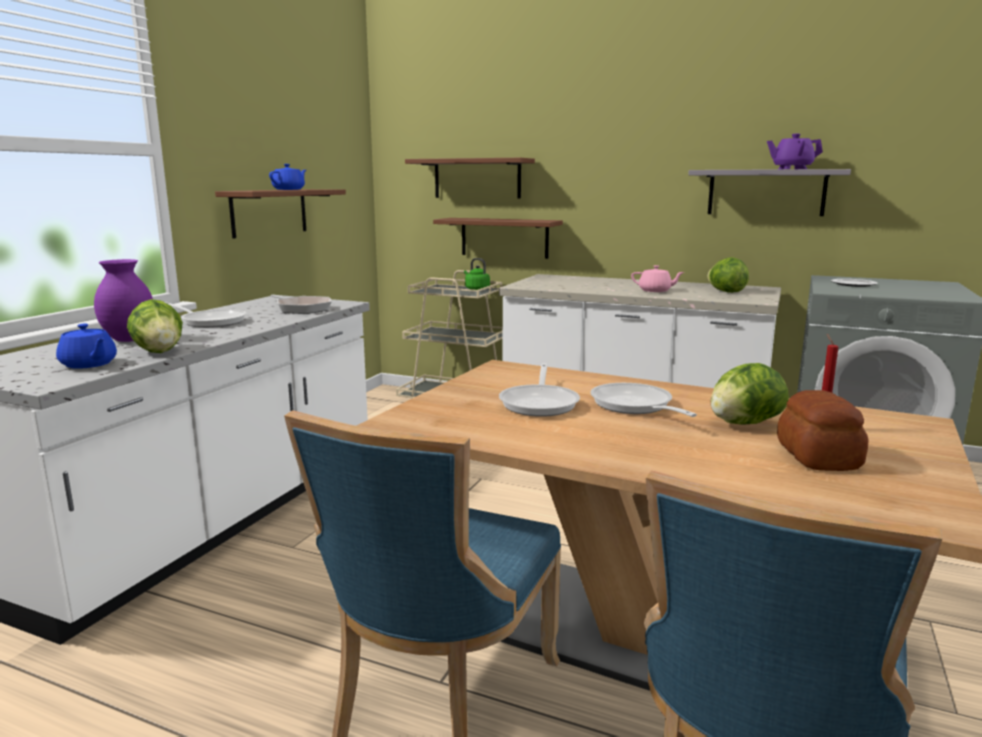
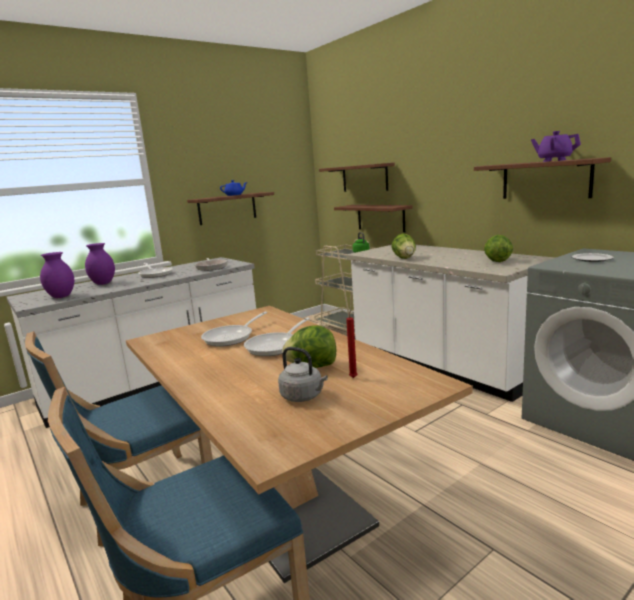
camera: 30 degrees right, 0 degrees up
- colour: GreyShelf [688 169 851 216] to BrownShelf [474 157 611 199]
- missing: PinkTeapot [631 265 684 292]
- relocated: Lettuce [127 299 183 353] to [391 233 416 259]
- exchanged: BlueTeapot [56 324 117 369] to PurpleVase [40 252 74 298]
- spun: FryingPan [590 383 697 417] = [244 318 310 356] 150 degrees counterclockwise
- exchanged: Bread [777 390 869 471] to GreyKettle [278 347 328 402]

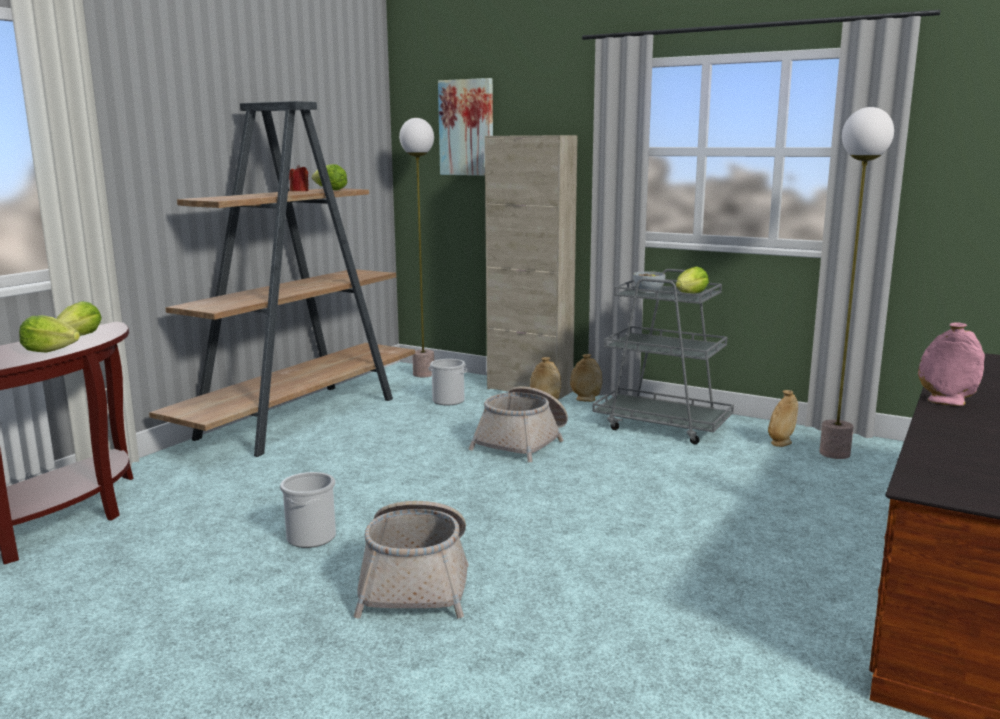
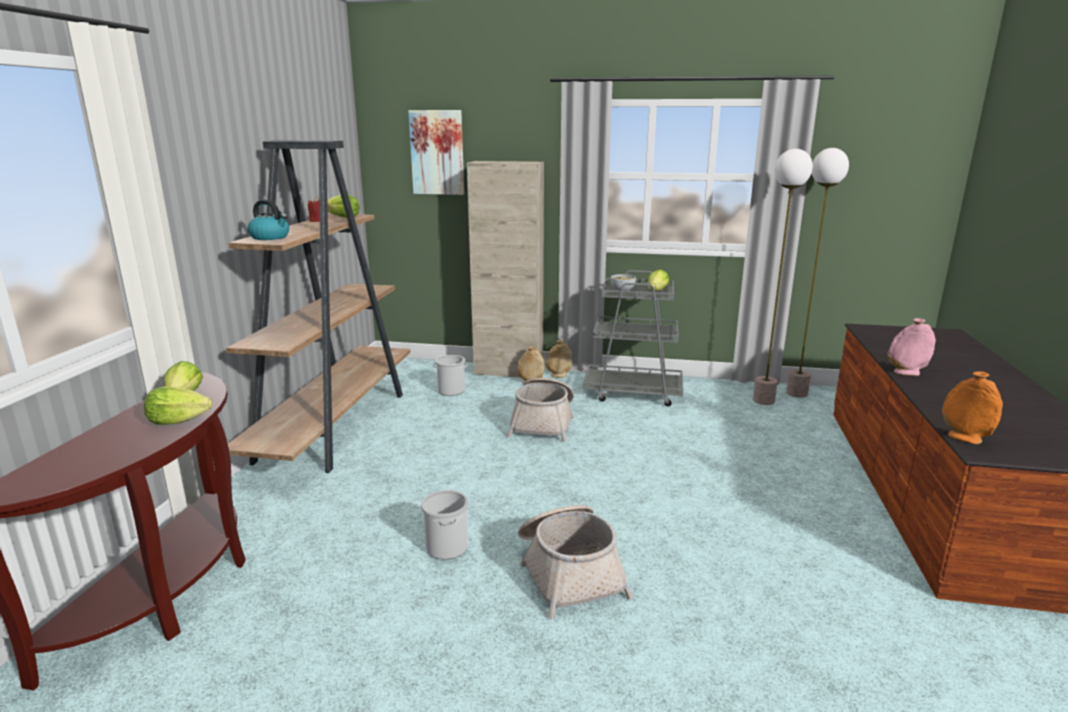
camera: 20 degrees left, 5 degrees up
- relocated: FloorLamp [399 118 434 377] to [786 148 849 397]
- missing: BeigeVase [768 390 798 447]
- appeared: Kettle [247 200 289 240]
- appeared: OrangeVase [942 371 1003 444]

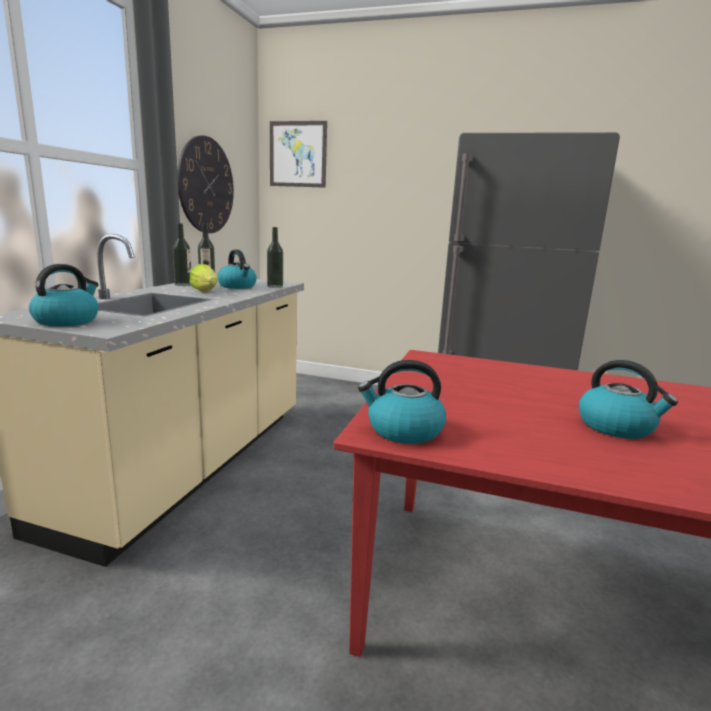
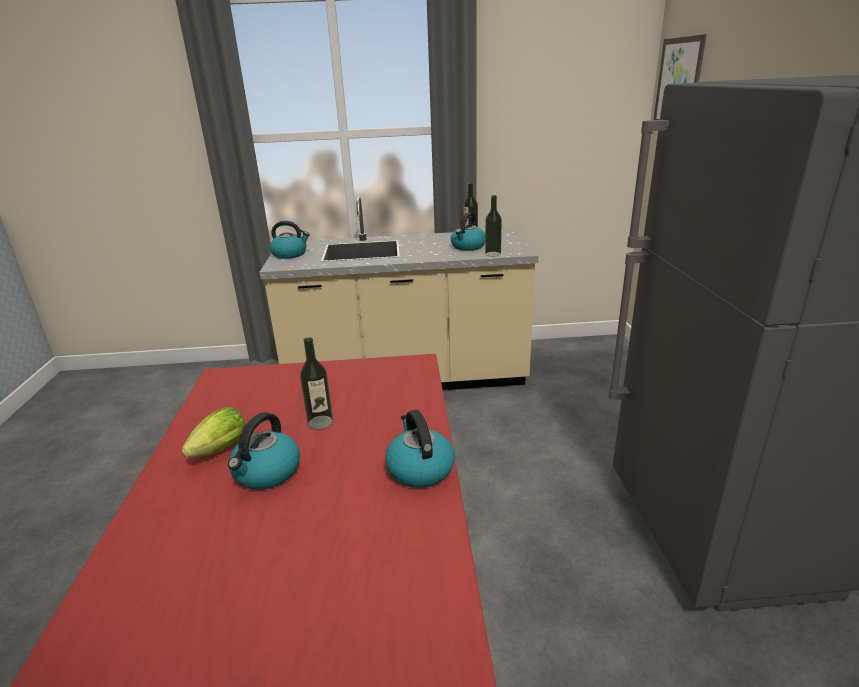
camera: 70 degrees right, 10 degrees up
- missing: WallClock [177 136 234 233]
- relocated: Bottle [173 223 191 286] to [300 337 333 430]
- relocated: Lettuce [190 264 218 291] to [182 407 246 458]
- relocated: Kettle [358 360 446 444] to [385 410 455 488]

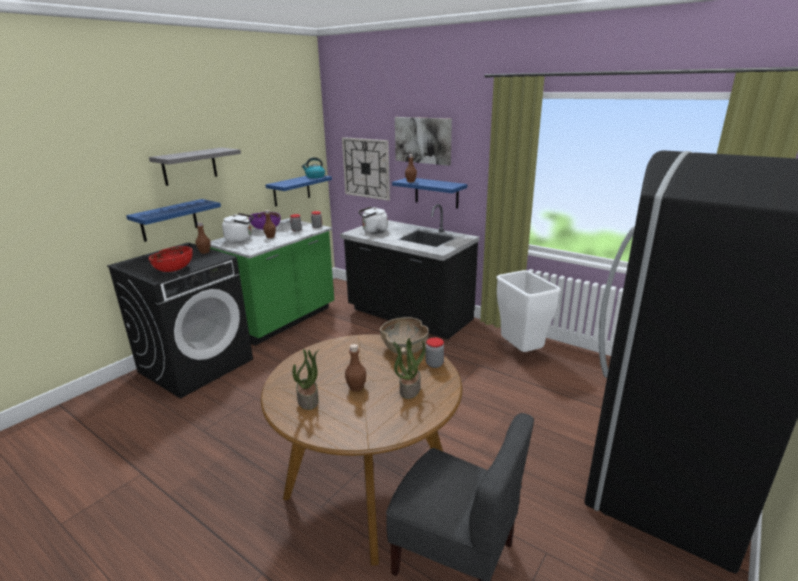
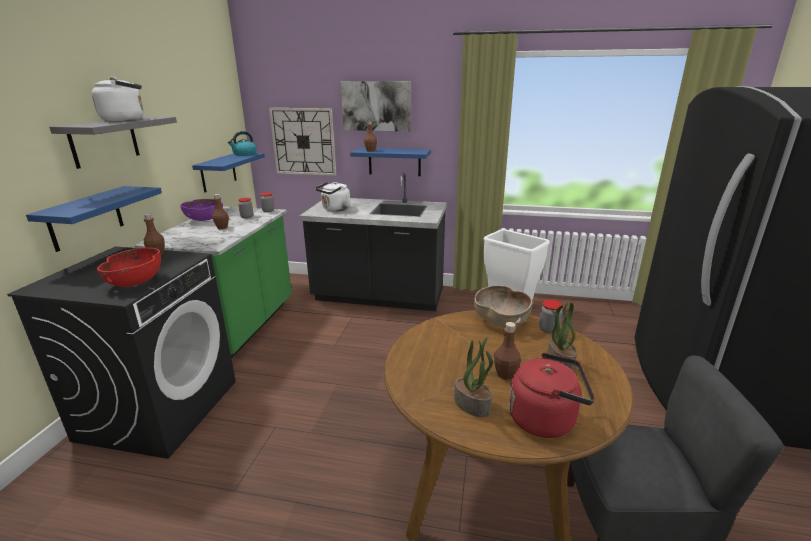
camera: 25 degrees left, 0 degrees up
- relocated: WhiteKettle [222 213 254 243] to [92 77 144 121]
- appeared: RedKettle [509 353 595 438]

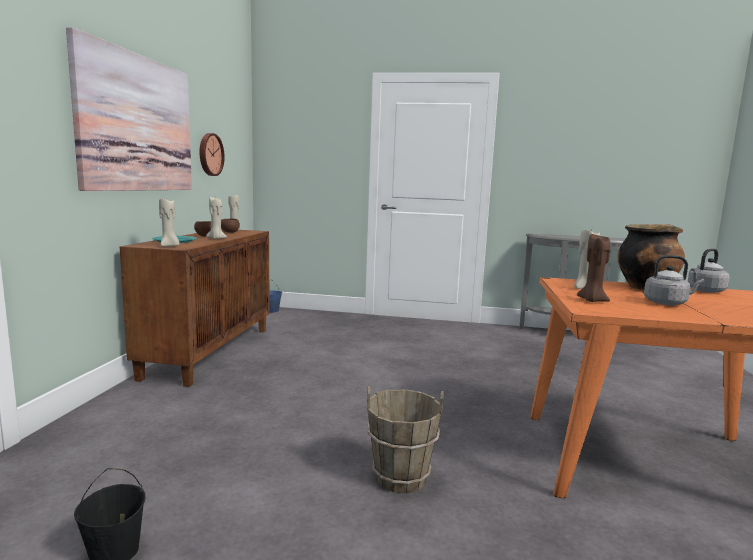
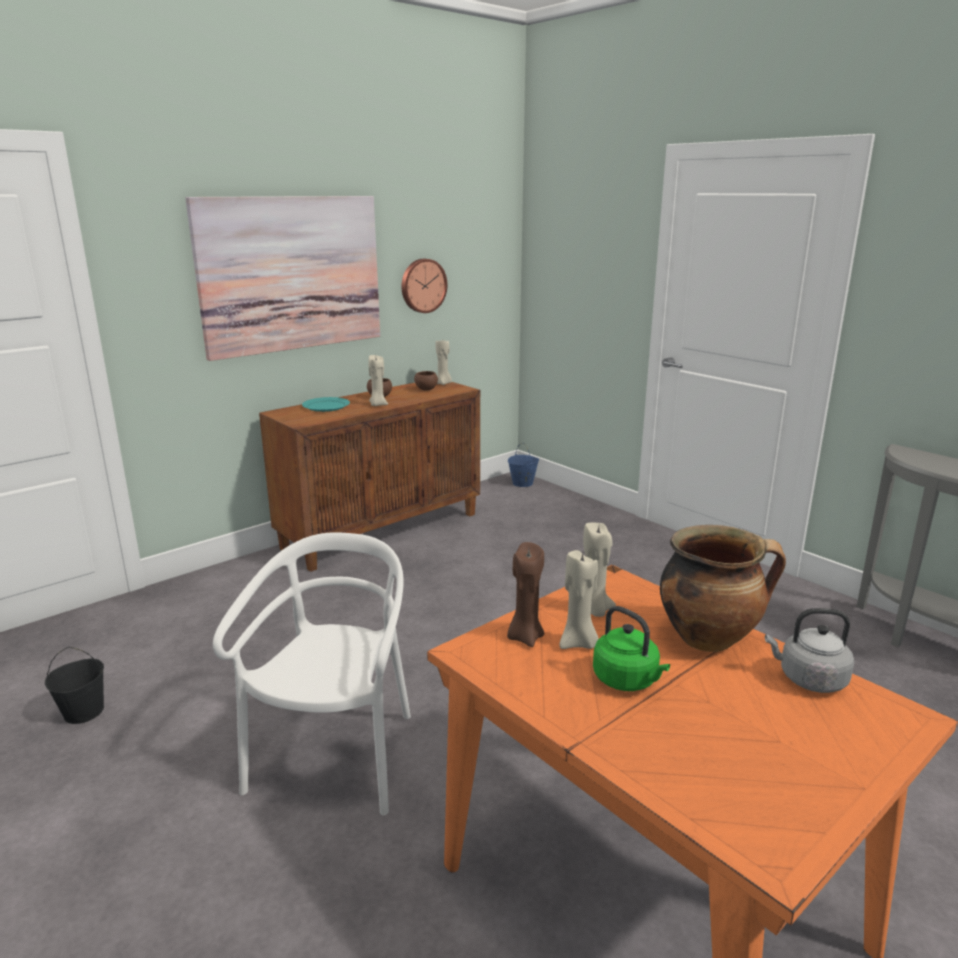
camera: 40 degrees right, 10 degrees up
- relocated: BeigeCandle [159 198 180 246] to [560 550 599 649]
- colour: GreyKettle [644 255 704 305] to GreenKettle [593 606 670 691]
- exchanged: BrownBucket [367 386 444 493] to WhiteChair [213 532 411 816]

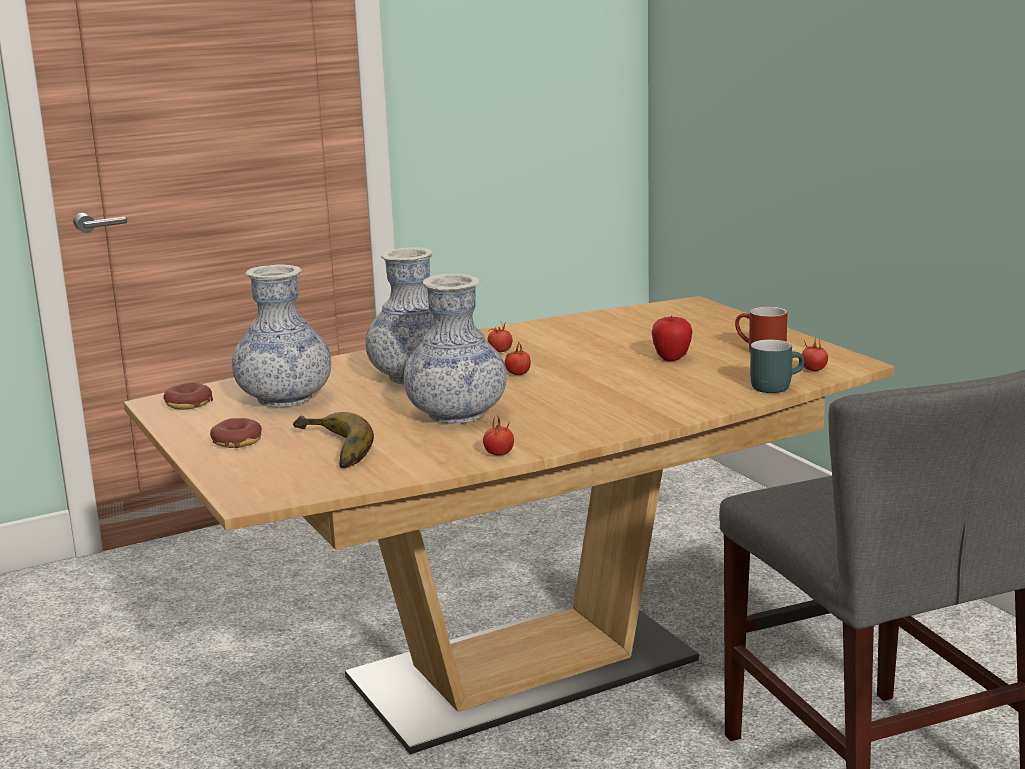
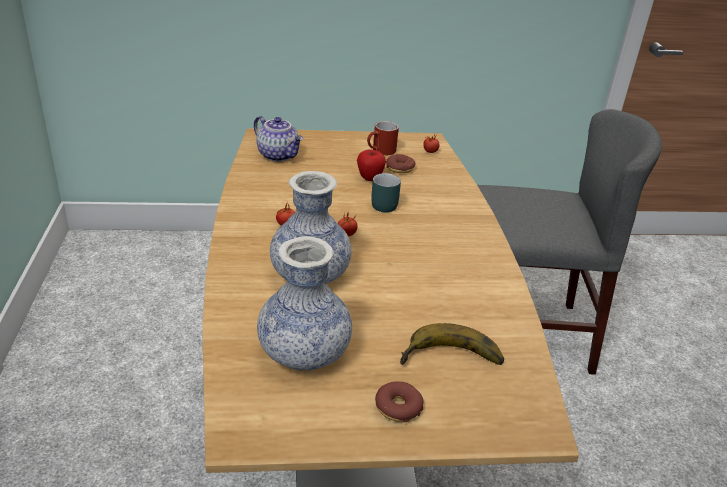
camera: 70 degrees left, 15 degrees up
- missing: Vase [404 273 507 424]
- relocated: TurquoiseMug [750 339 804 393] to [371 173 401 212]
- relocated: Donut [163 382 213 410] to [386 154 415 173]
- missing: Tomato [483 417 514 456]
- appeared: Teapot [254 116 303 162]

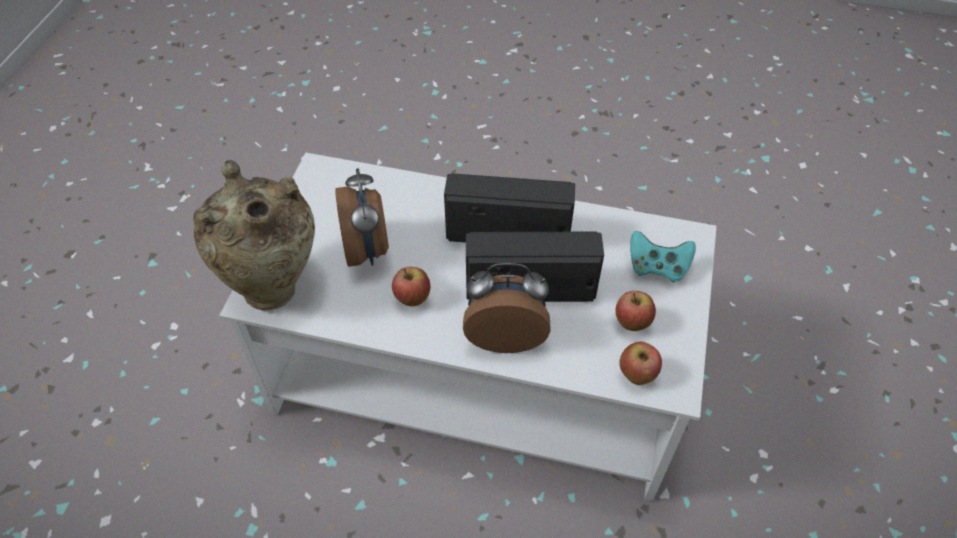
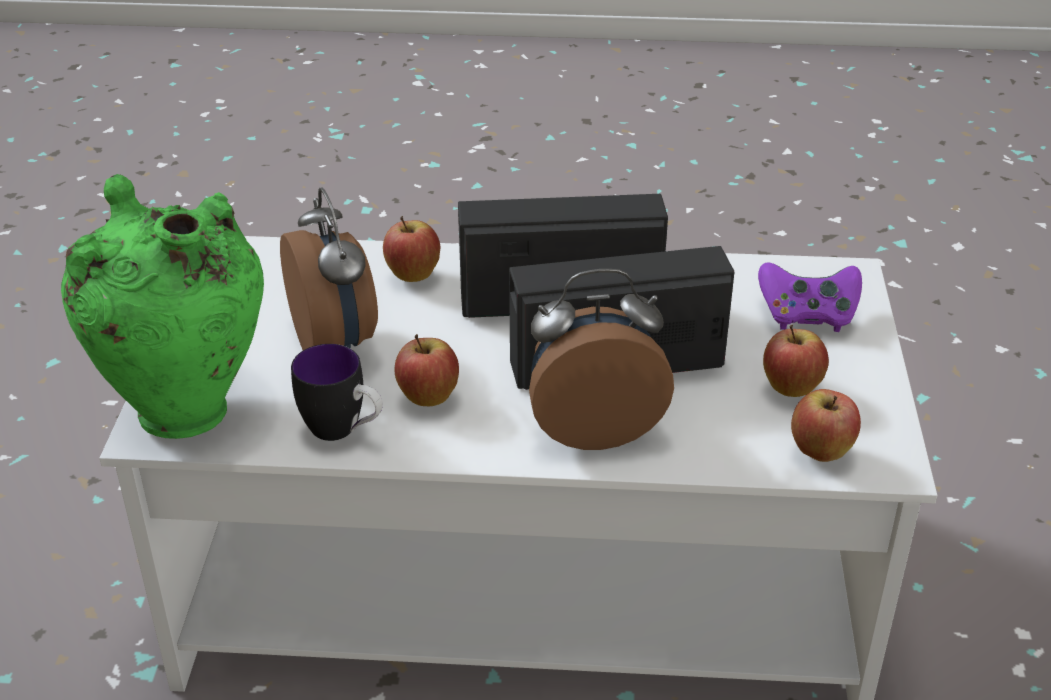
camera: 10 degrees left, 15 degrees down
- colour: BeigeVase [193 160 315 310] to GreenVase [61 174 264 439]
- colour: TurquoiseGameController [630 231 696 283] to PurpleGameController [758 262 862 332]
- appeared: Apple [383 216 441 282]
- appeared: Mug [291 344 383 441]

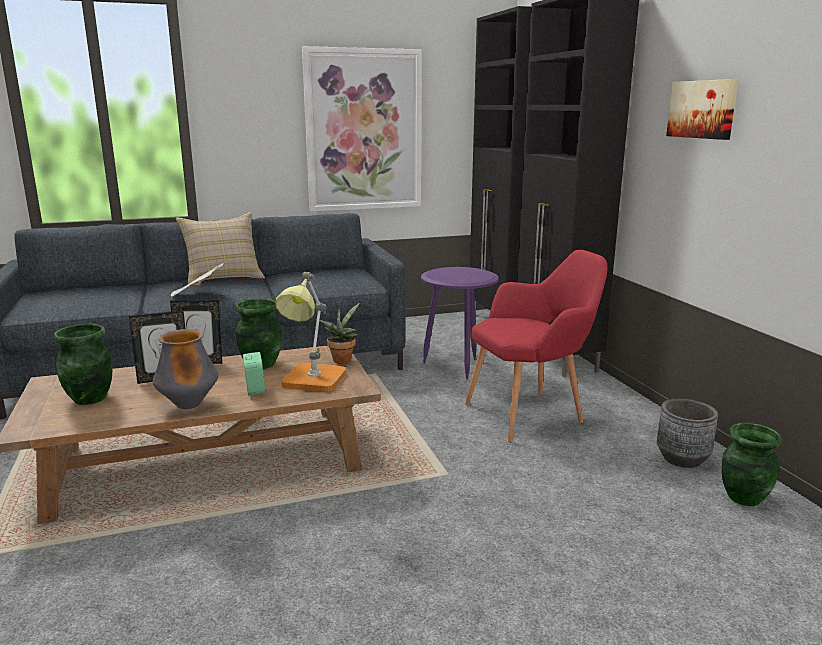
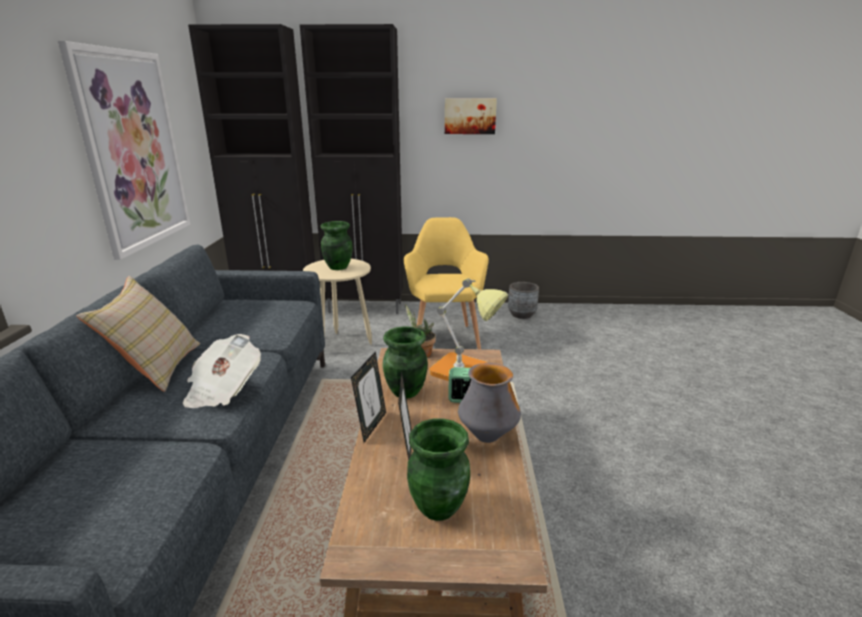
camera: 70 degrees left, 5 degrees up
- colour: RedArmchair [465 250 607 443] to YellowArmchair [404 217 489 349]
- colour: PurpleSideTable [421 267 498 380] to BeigeSideTable [303 259 372 345]
- relocated: GreenVase [722 423 782 506] to [320 221 353 270]

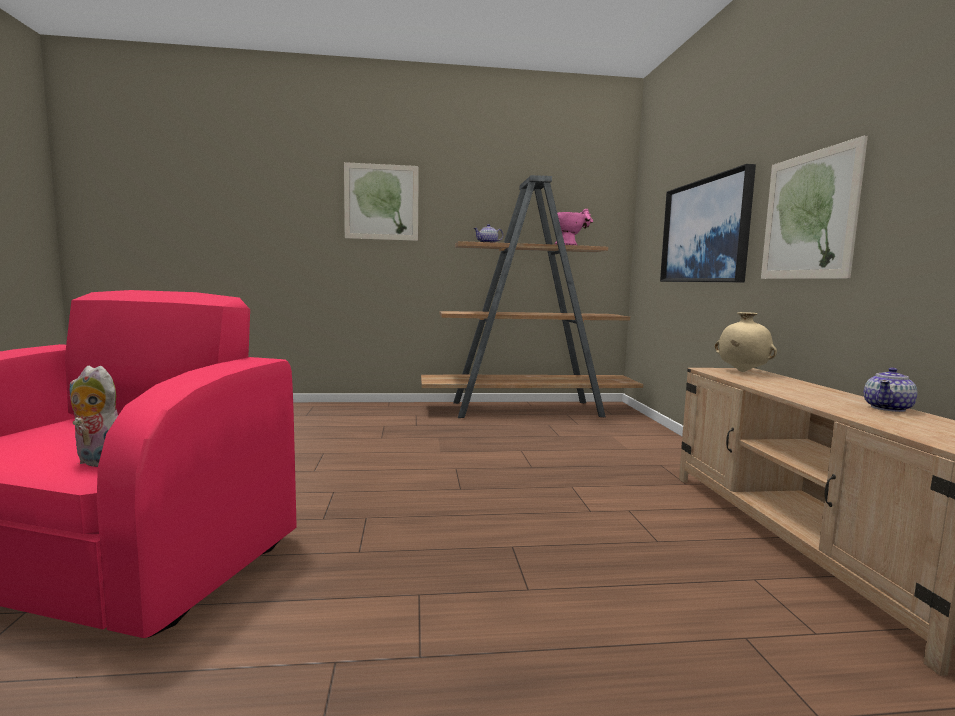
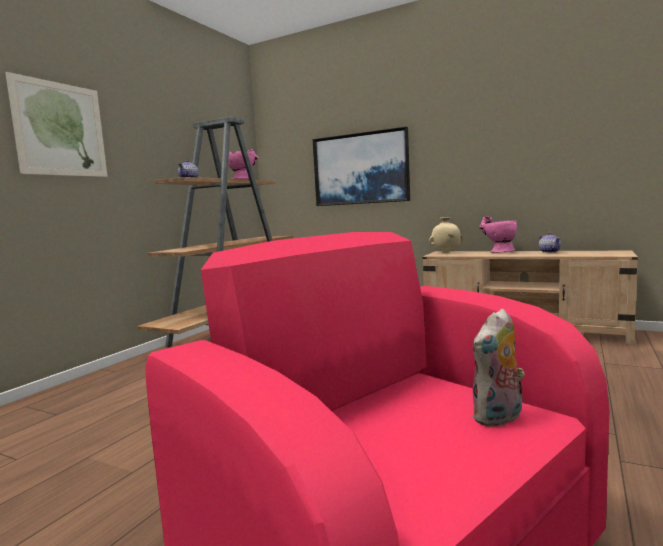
camera: 55 degrees left, 0 degrees up
- missing: Picture [761 135 868 279]
- appeared: PinkVase [479 216 517 253]

